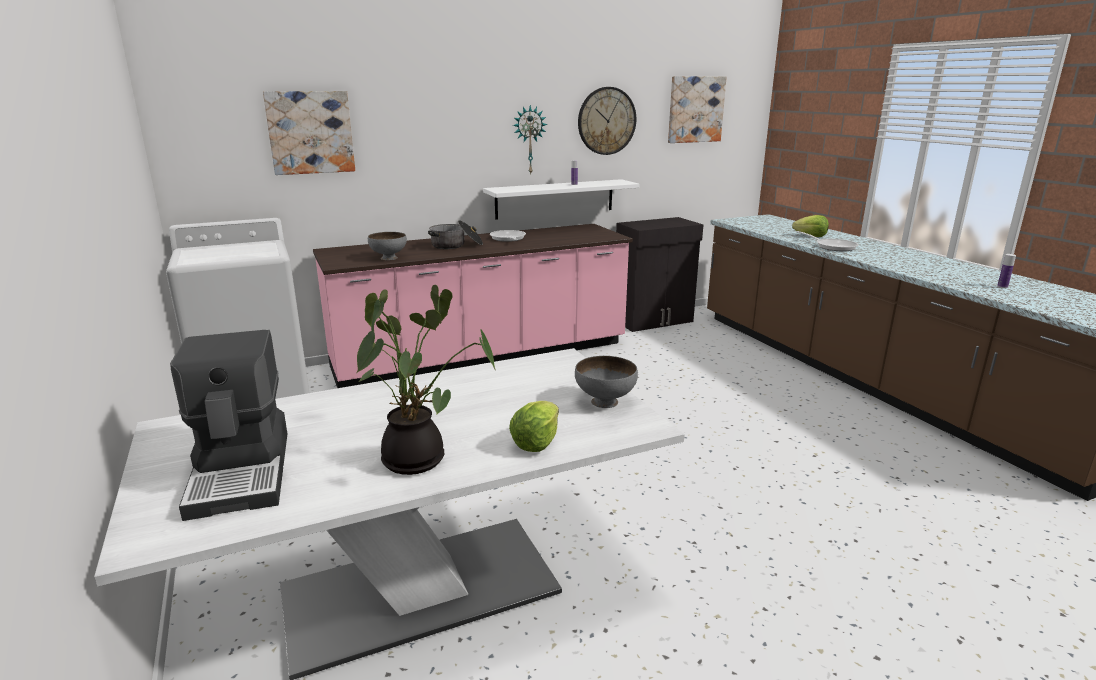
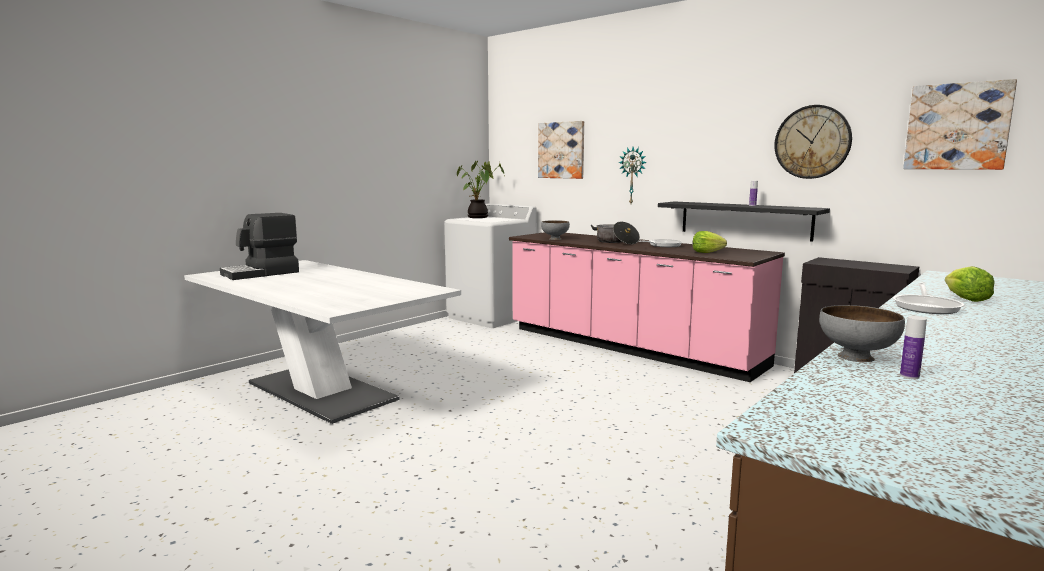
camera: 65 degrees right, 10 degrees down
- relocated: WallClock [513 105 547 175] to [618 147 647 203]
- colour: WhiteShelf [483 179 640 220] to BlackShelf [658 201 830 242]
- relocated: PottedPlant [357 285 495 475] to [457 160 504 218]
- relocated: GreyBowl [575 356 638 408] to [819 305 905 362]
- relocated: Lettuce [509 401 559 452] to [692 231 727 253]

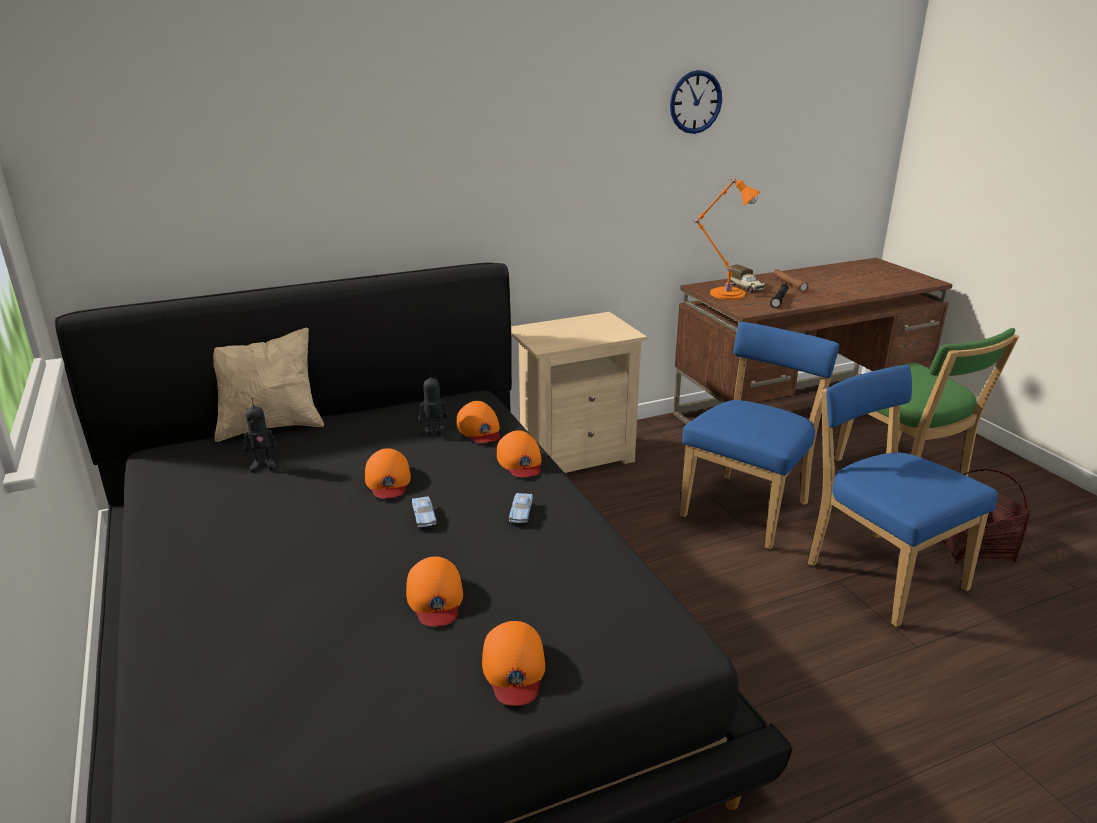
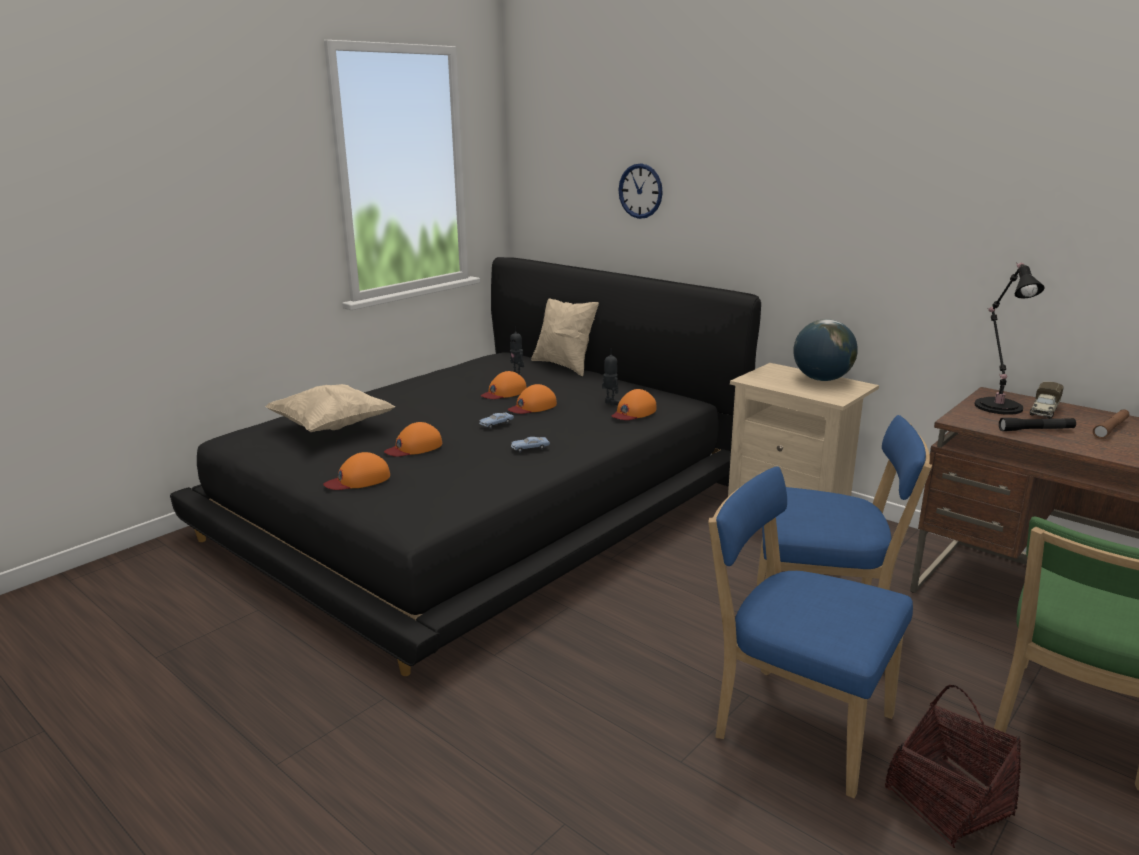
camera: 65 degrees right, 5 degrees down
- relocated: WallClock [670 70 722 134] to [618 163 663 219]
- colour: OrangeTableLamp [695 178 760 300] to BlackTableLamp [975 262 1045 415]
- spun: BlueChair [808 365 998 627] = [708 466 913 798] 90 degrees counterclockwise
- relocated: OrangeCap [497 430 542 477] to [481 371 527 399]
- appeared: Globe [793 319 858 381]
- appeared: BeigePillow [265 384 395 432]

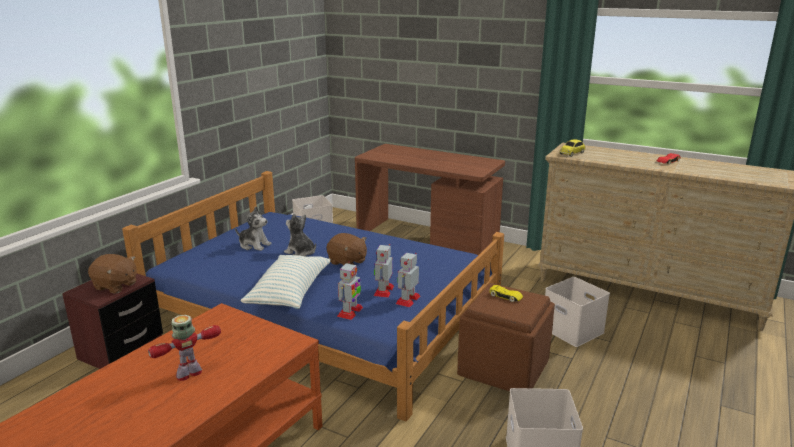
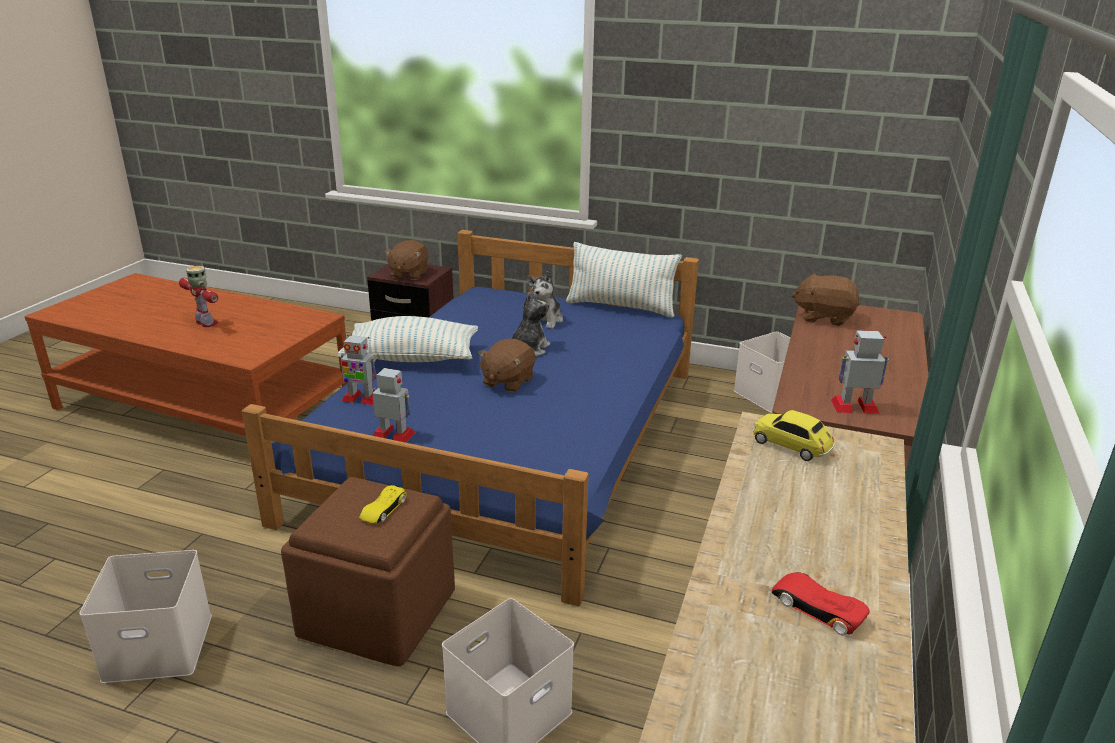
camera: 80 degrees right, 5 degrees up
- relocated: ToyRobot [374 244 394 298] to [831 330 889 414]
- appeared: Pillow [566 242 682 318]
- appeared: BrownPlushToy [791 273 860 326]

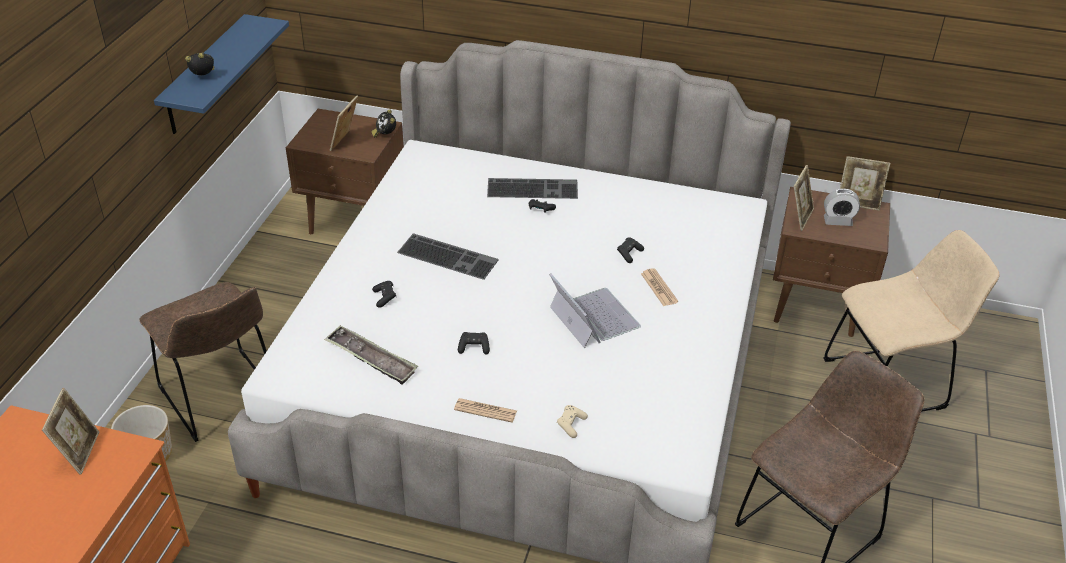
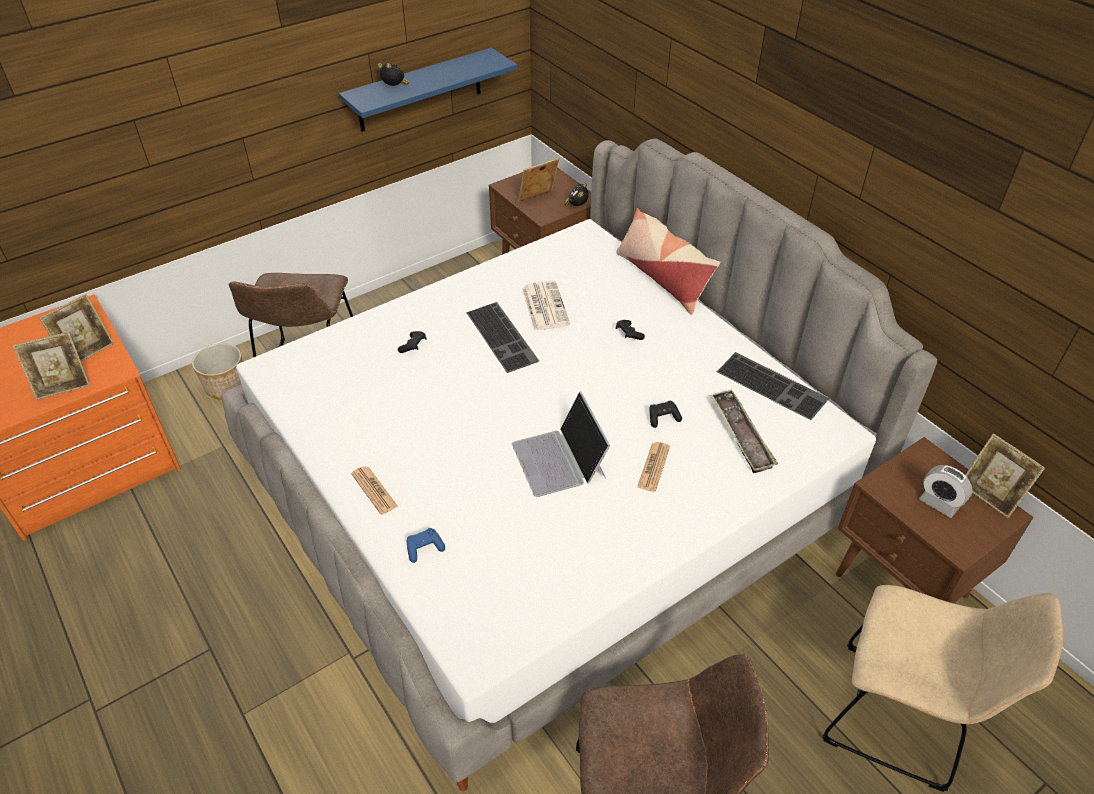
camera: 40 degrees right, 5 degrees up
- relocated: PictureFrame [794 165 814 231] to [13 332 91 400]
- relocated: Keyboard [487 178 578 199] to [717 352 829 420]
- spun: Laptop [550 274 641 348] = [512 392 610 497] 150 degrees clockwise
- relocated: Tray [324 325 418 385] to [709 389 778 473]
- missing: BlackGameController [458 332 490 354]
- colour: BeigeGameController [557 405 588 438] to BlueGameController [407 528 445 563]
- appeared: Pillow [616 208 721 315]
- appeared: Newspaper [522 281 570 331]

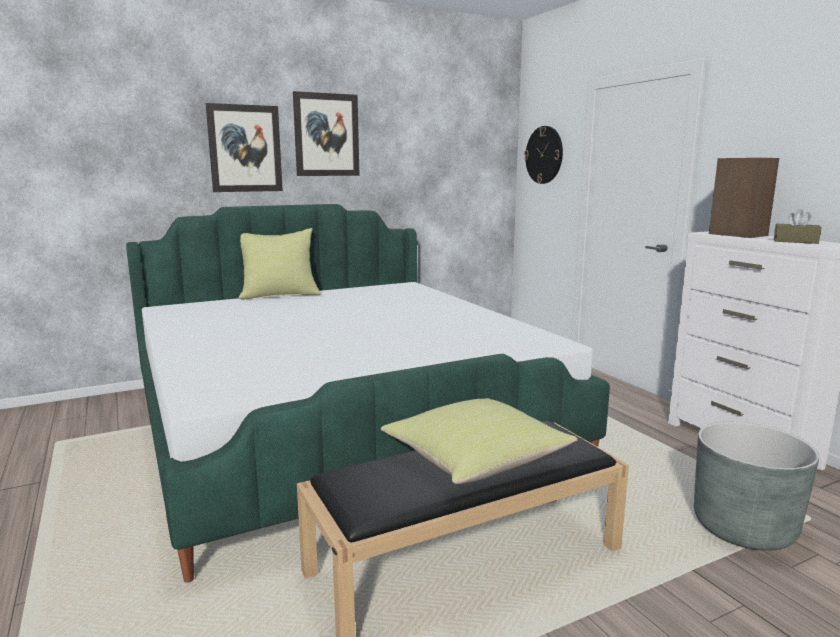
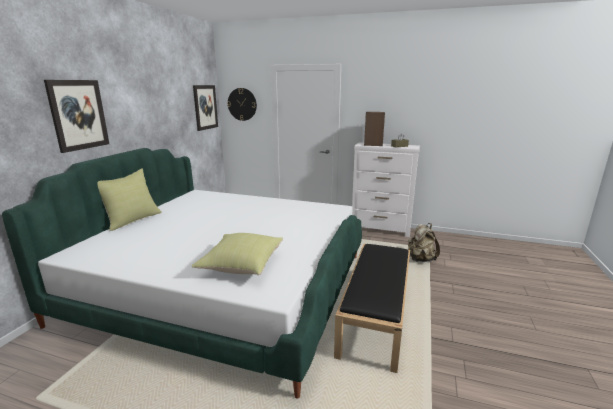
camera: 45 degrees left, 5 degrees up
- relocated: Picture [293 91 360 176] to [193 85 218 131]
- relocated: YellowPillow [381 398 578 484] to [192 233 283 275]
- exchanged: GreyPlanter [694 422 819 551] to BeigeBackpack [408 223 440 262]

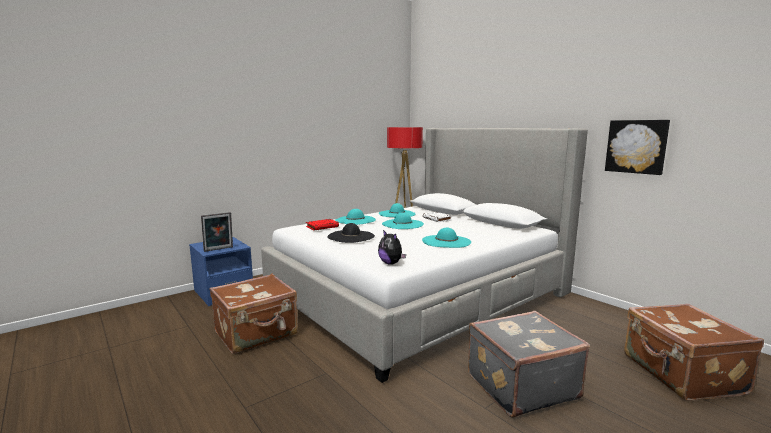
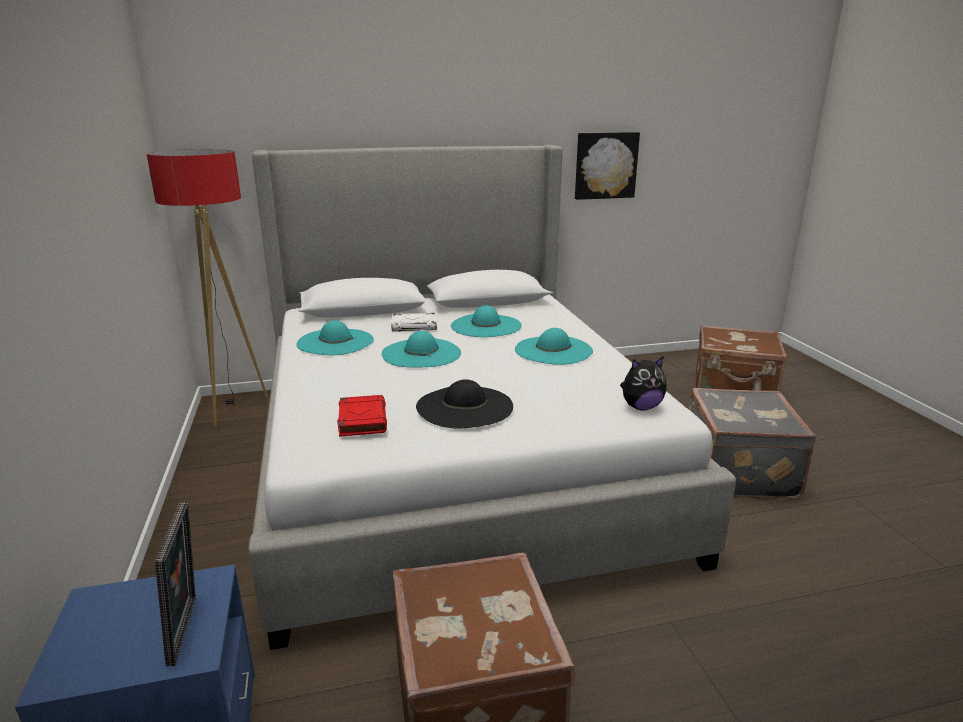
camera: 65 degrees left, 10 degrees up
- relocated: TurquoiseHat [335 209 376 225] to [451 305 522 337]

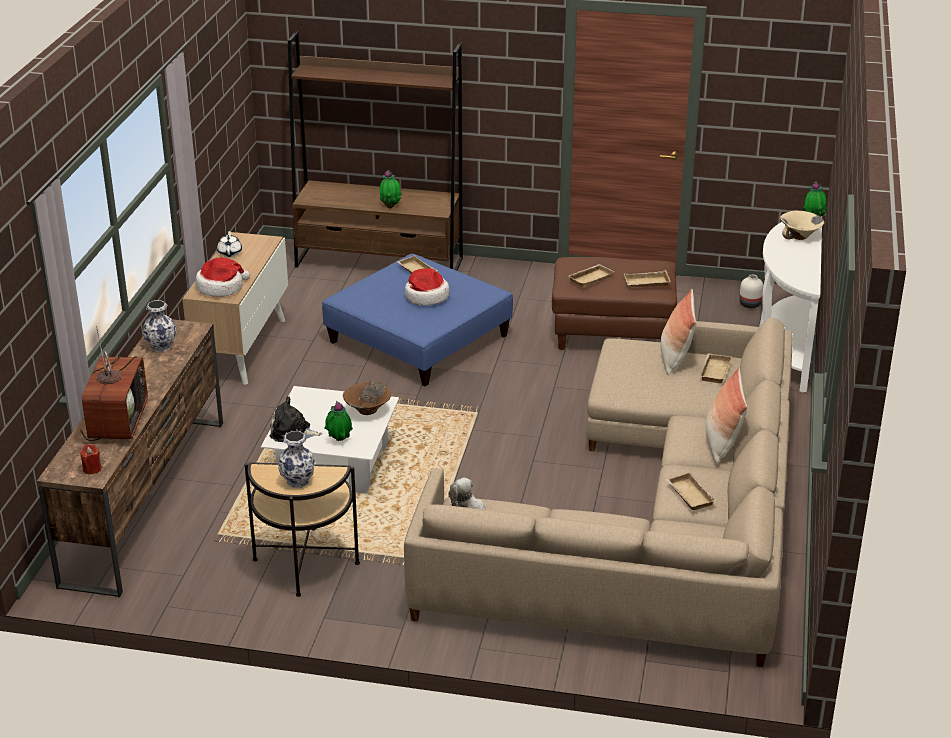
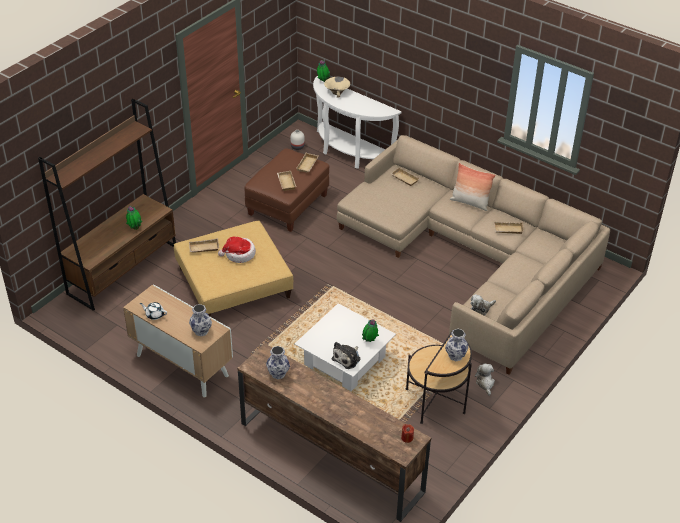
camera: 65 degrees left, 10 degrees up
- colour: BlueOttoman [322 254 513 386] to BeigeOttoman [174 221 293 317]
- exchanged: Hat [195 257 250 297] to Vase [189 304 212 336]
- missing: Pillow [660 289 696 375]
- missing: Television [80 326 148 441]
- missing: BrownBowl [343 381 391 415]
- appeared: PlushToy [475 364 495 396]

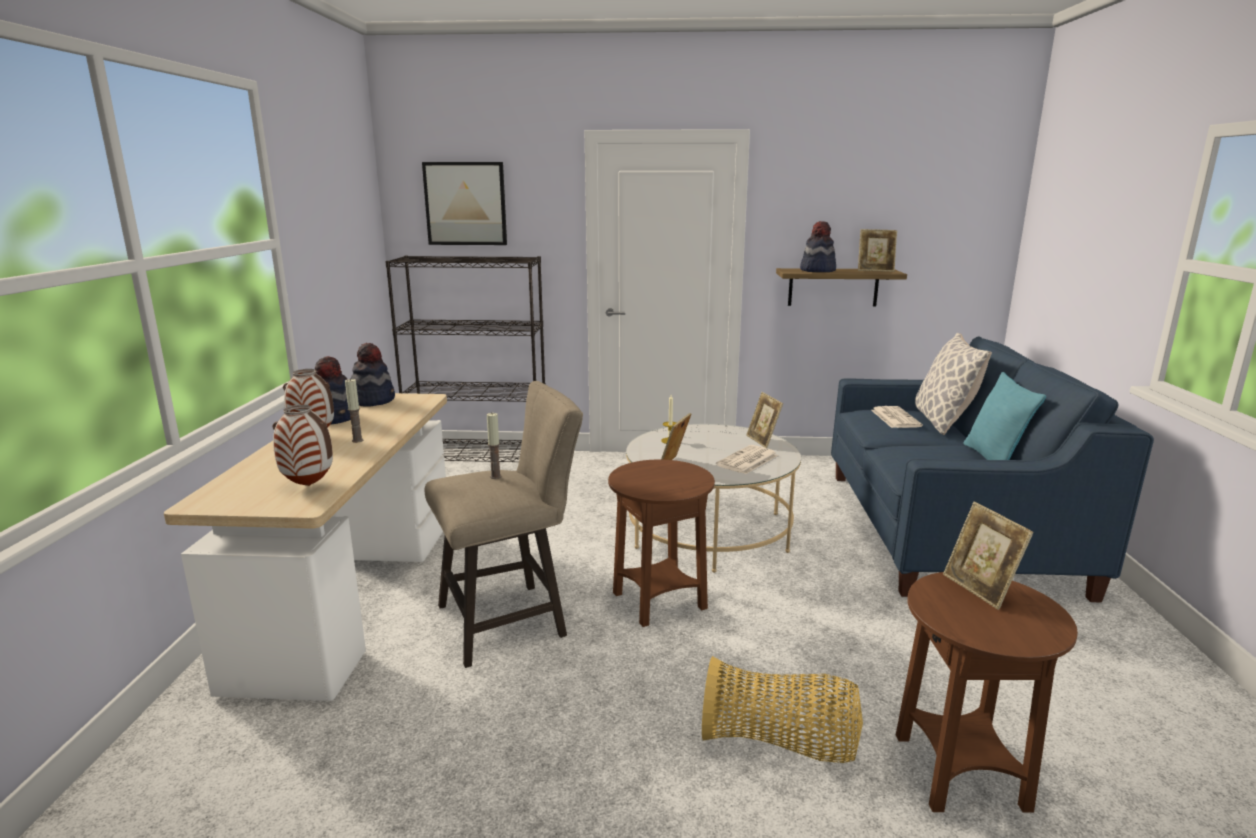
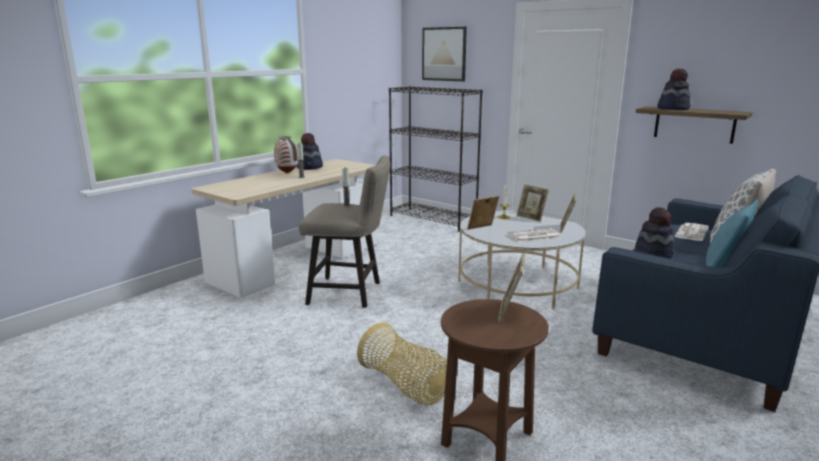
camera: 35 degrees right, 0 degrees up
- relocated: PictureFrame [858 229 897 272] to [516 184 549 222]
- relocated: Hat [351 343 395 406] to [635 207 674 259]
- missing: Vase [272 405 333 486]
- missing: BrownSideTable [608 459 715 627]

